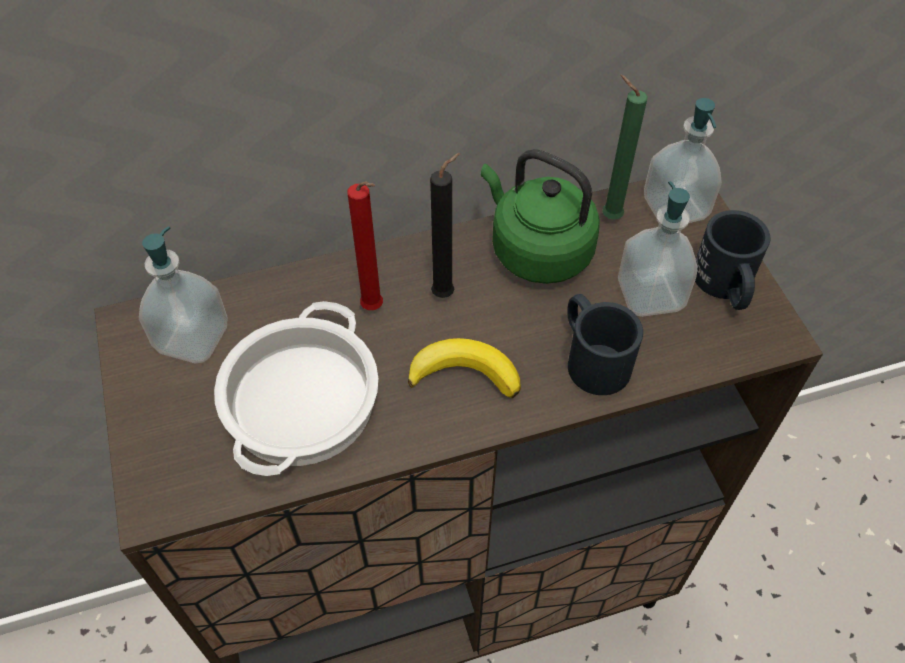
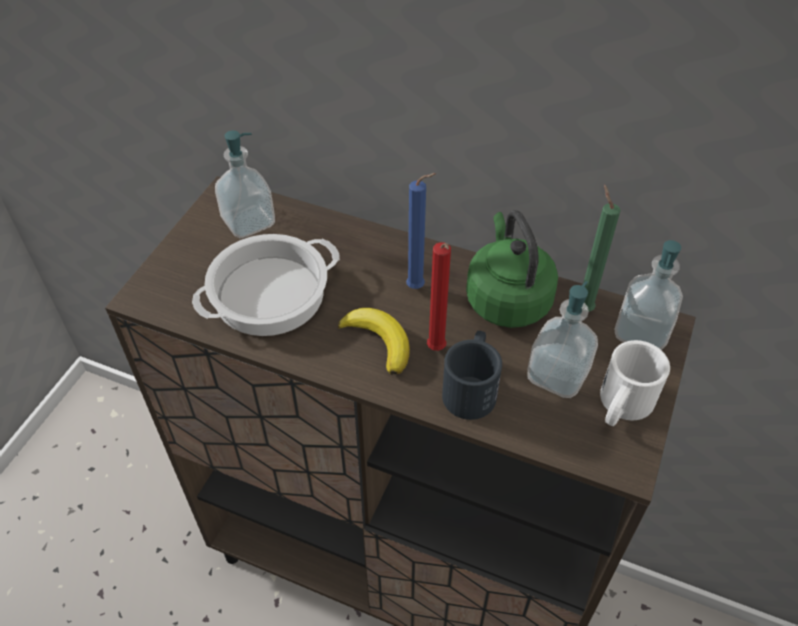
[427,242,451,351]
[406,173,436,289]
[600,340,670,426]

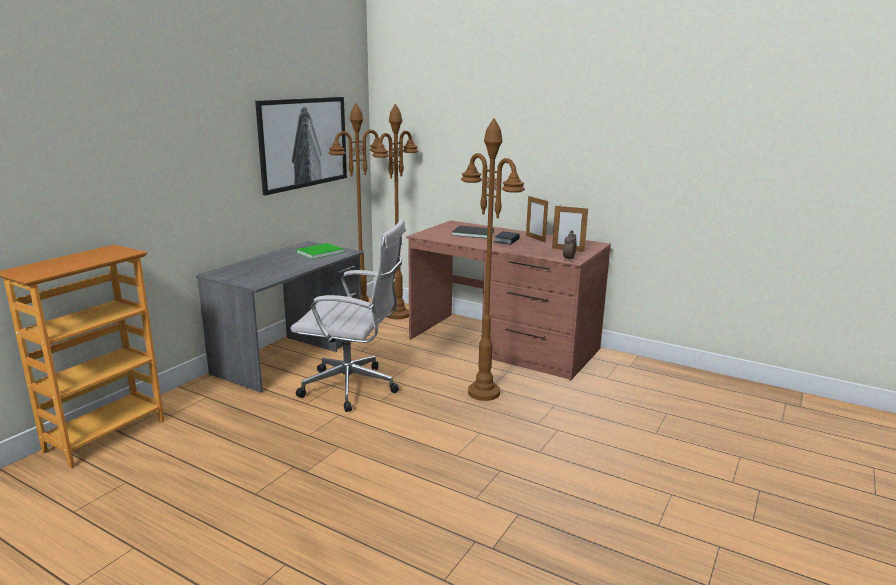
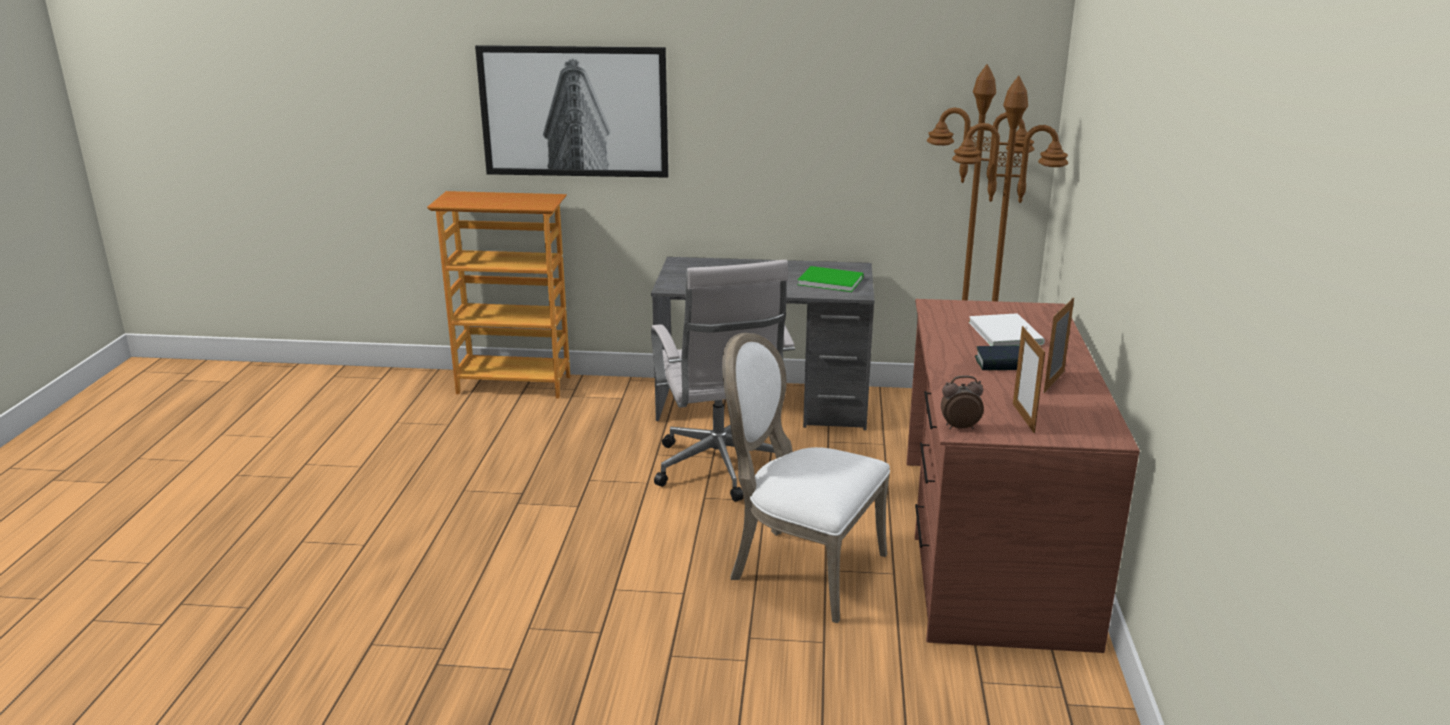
[475,45,668,178]
[969,313,1045,346]
[722,333,890,623]

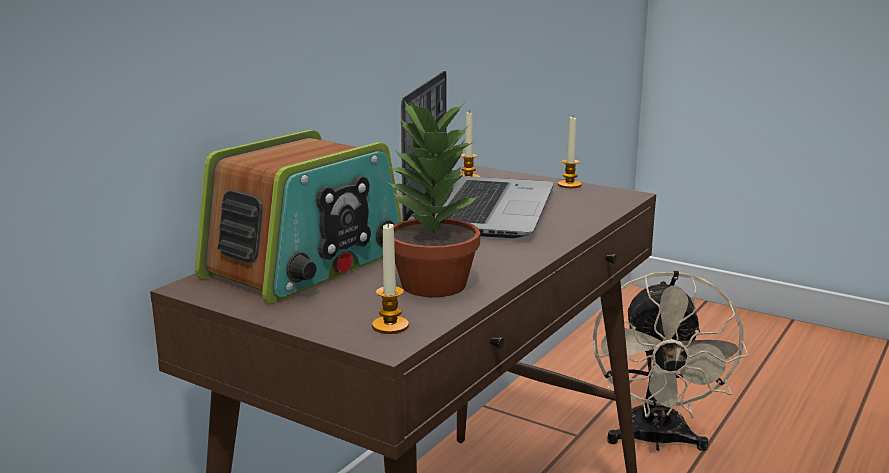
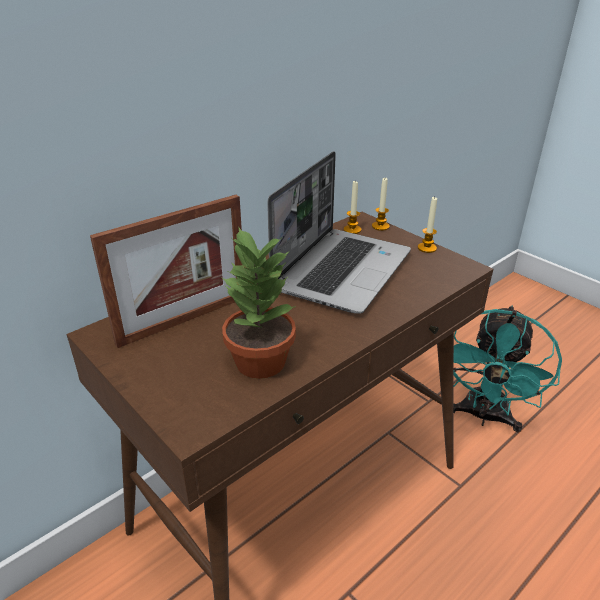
[90,195,242,348]
[372,178,390,231]
[454,305,562,432]

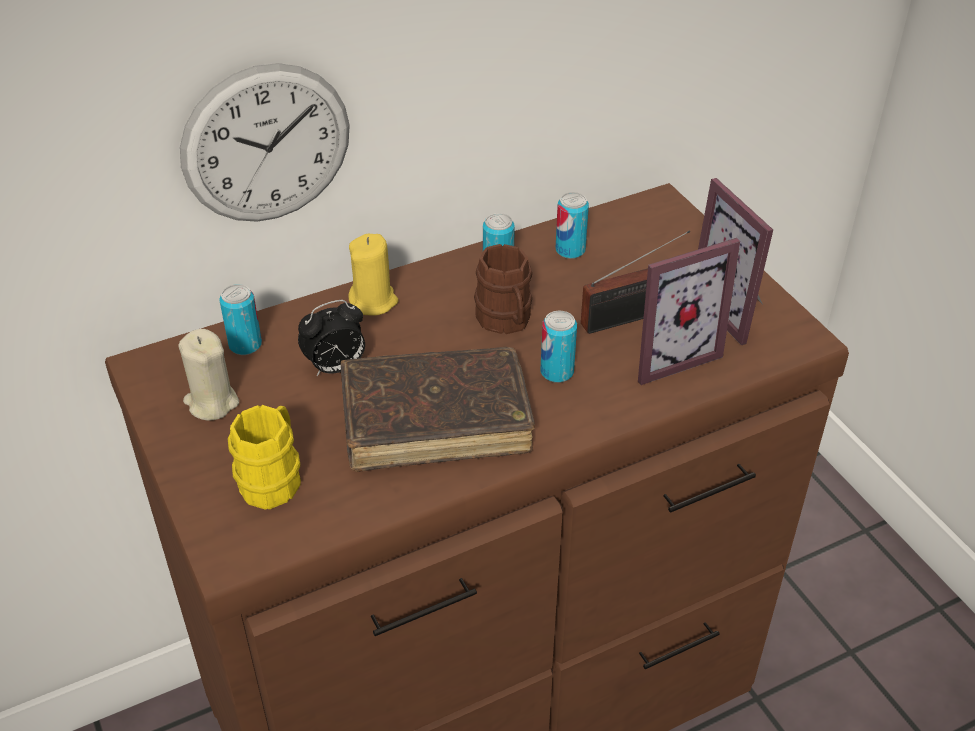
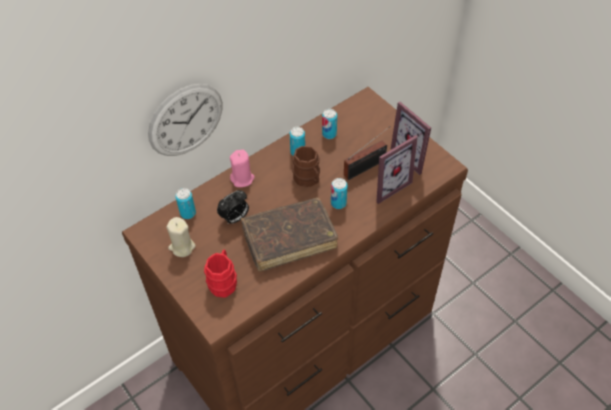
[204,250,237,298]
[230,149,255,187]

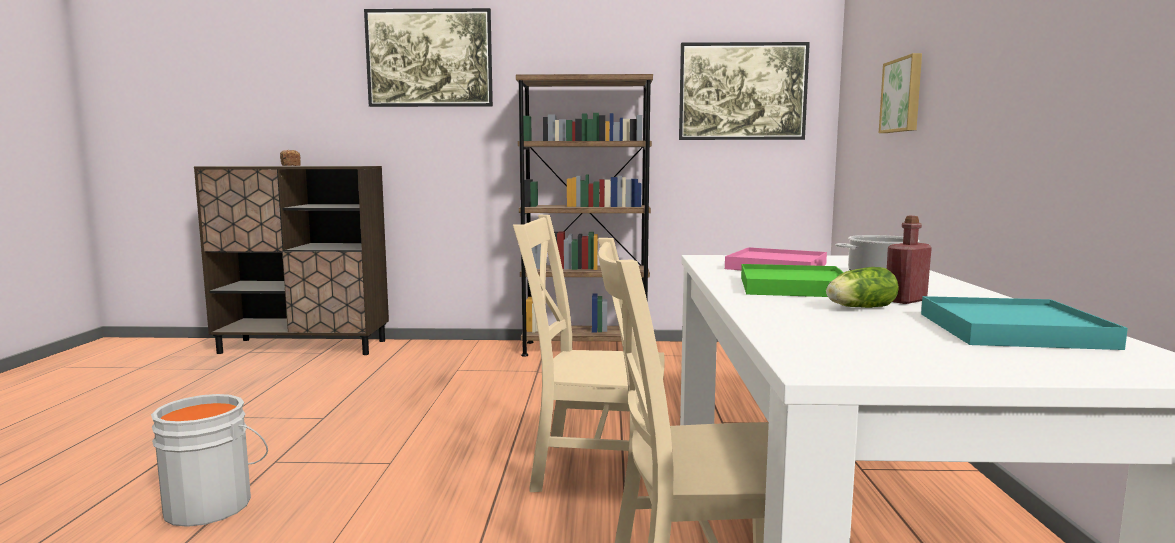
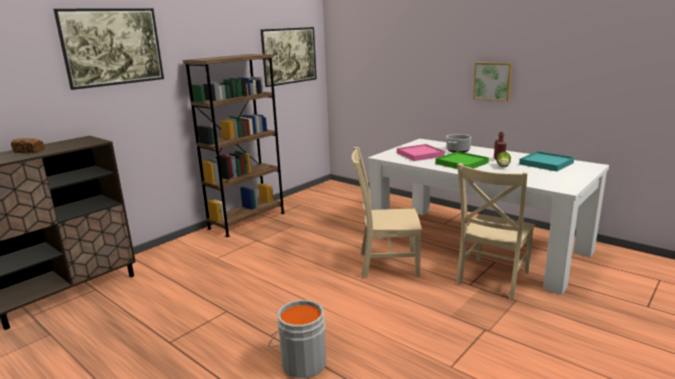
[351,147,422,278]
[473,62,513,102]

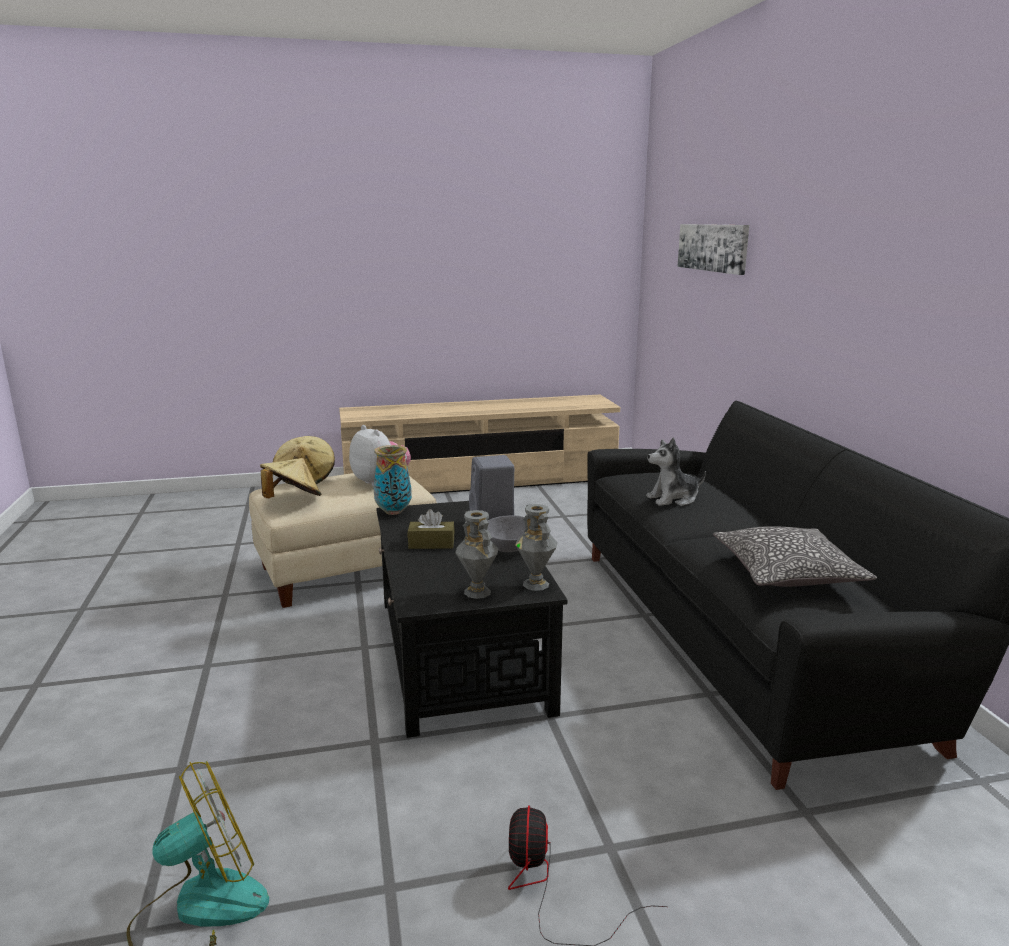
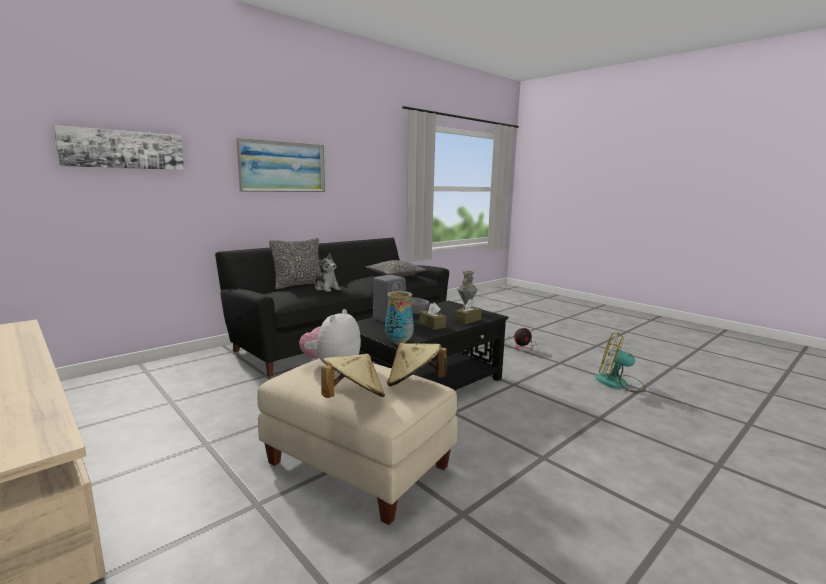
[515,504,558,591] (first image)
[236,138,325,192]
[269,238,322,289]
[455,299,482,325]

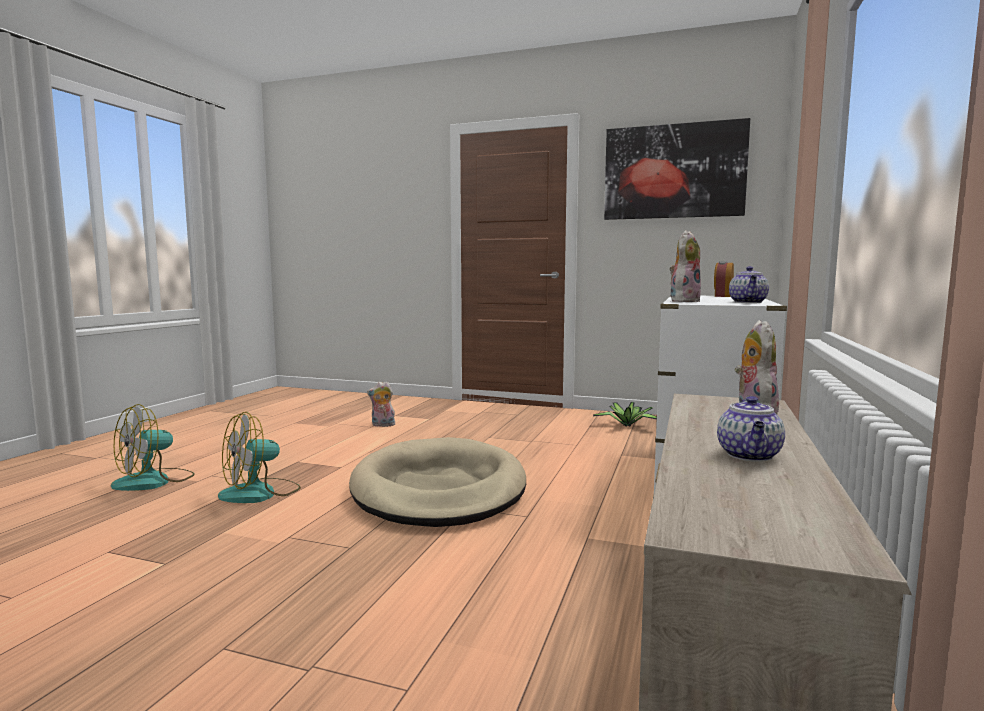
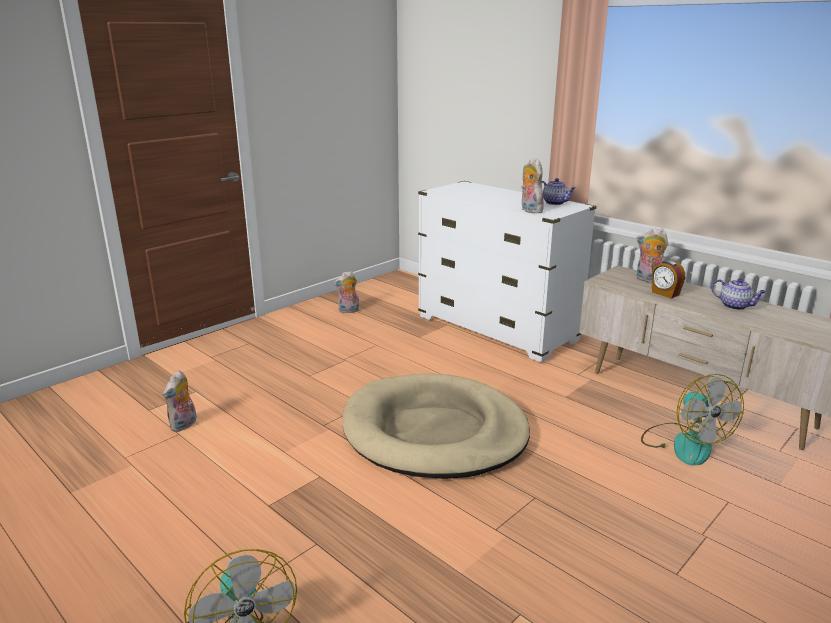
[641,374,744,466]
[334,271,360,313]
[604,118,750,220] (first image)
[651,260,685,298]

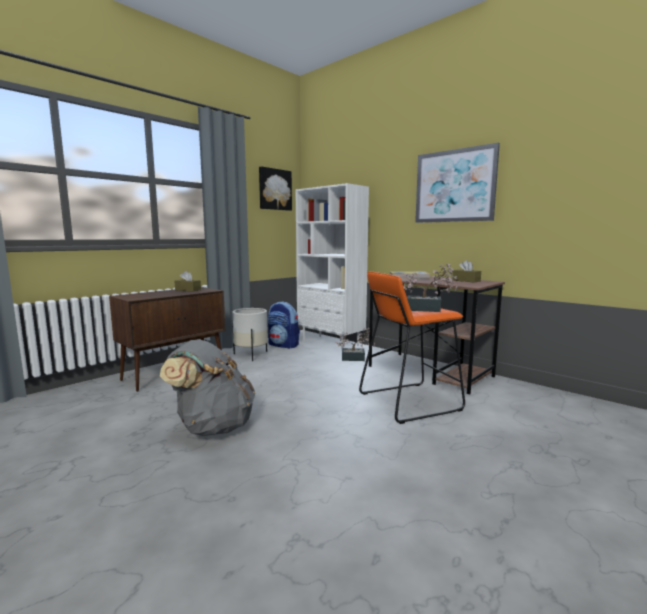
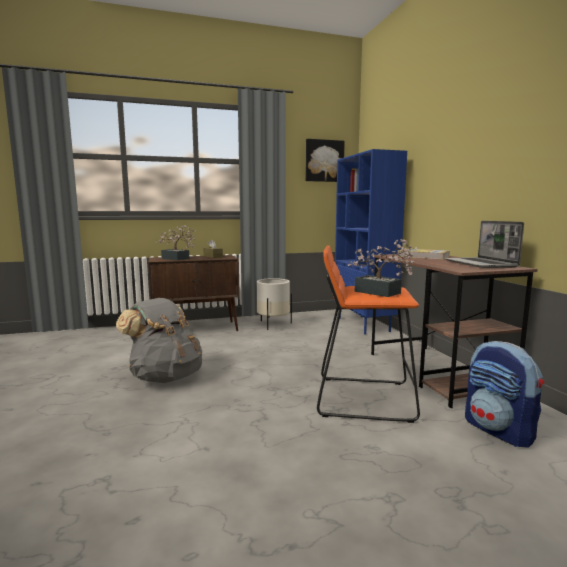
[465,341,544,448]
[334,149,407,334]
[157,226,196,260]
[415,143,500,223] (first image)
[445,221,524,268]

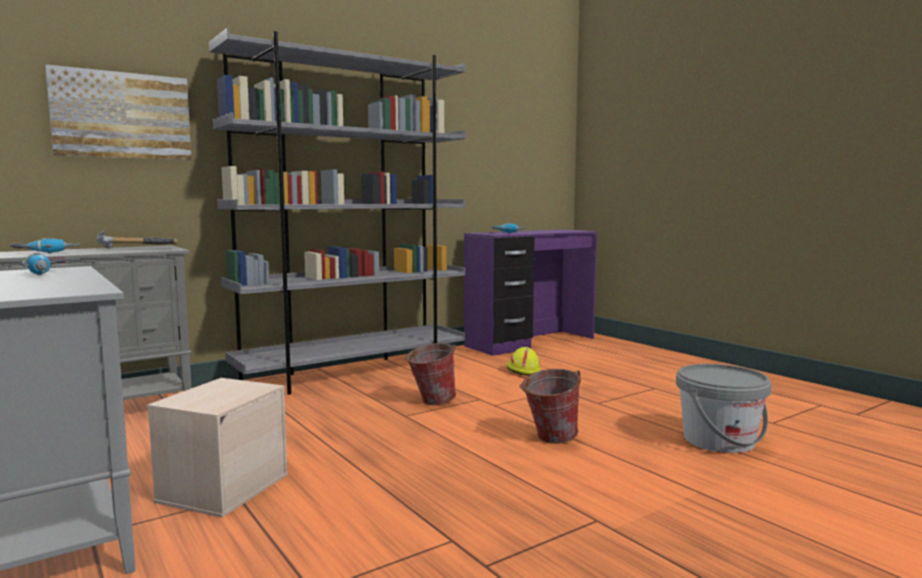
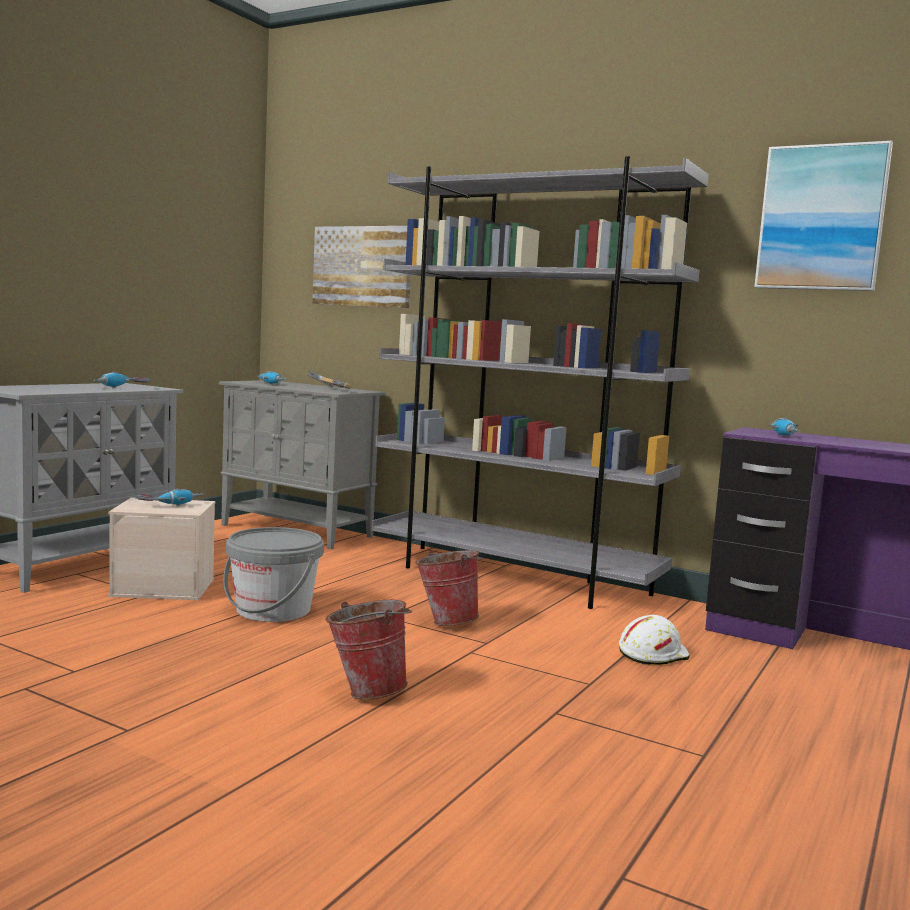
[619,615,690,665]
[223,527,324,622]
[135,488,203,506]
[754,141,893,291]

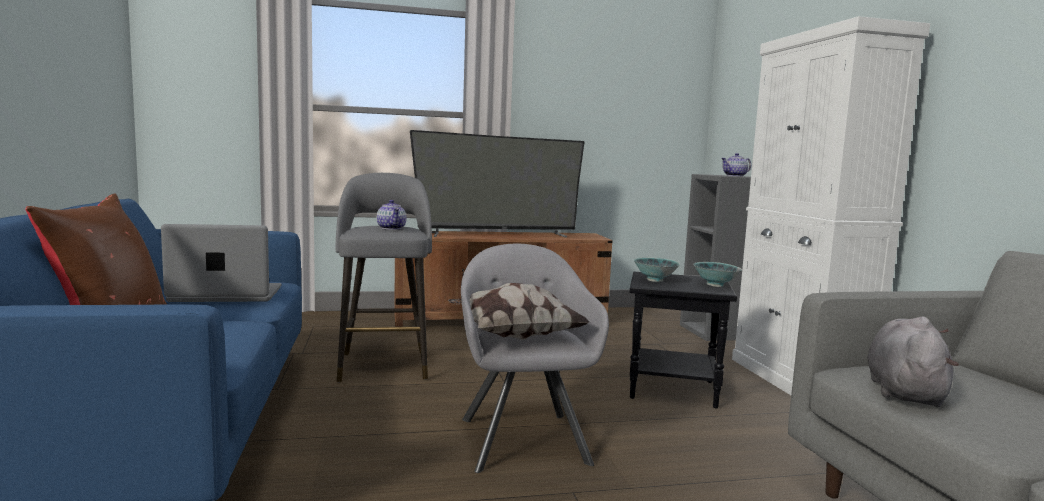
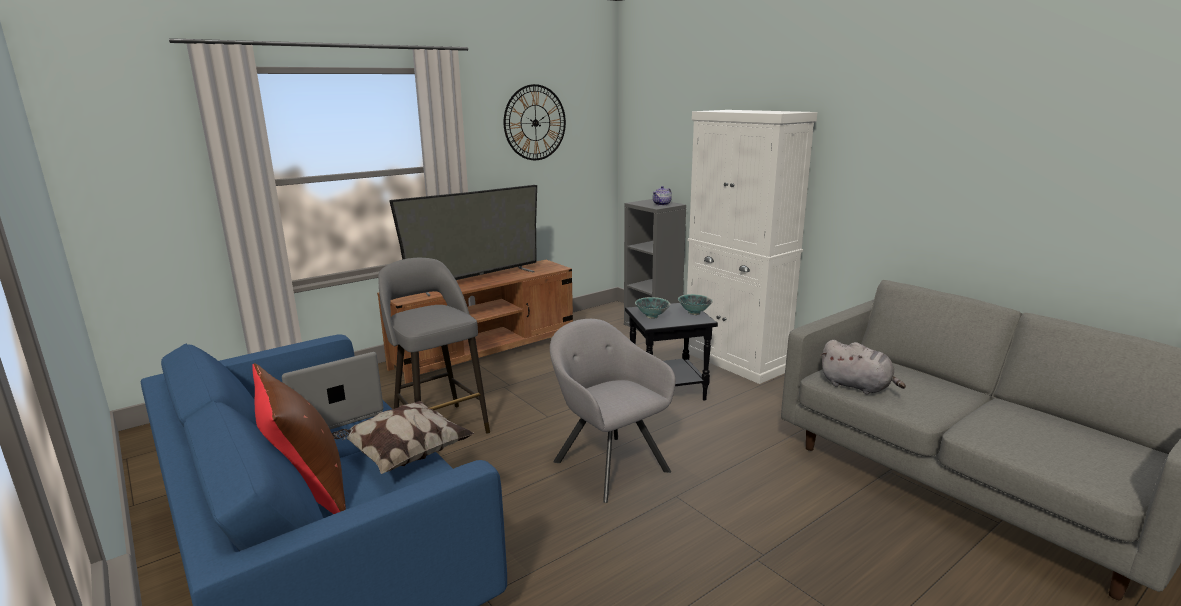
[377,200,407,230] (first image)
[332,401,474,474]
[820,340,906,394]
[504,84,566,160]

